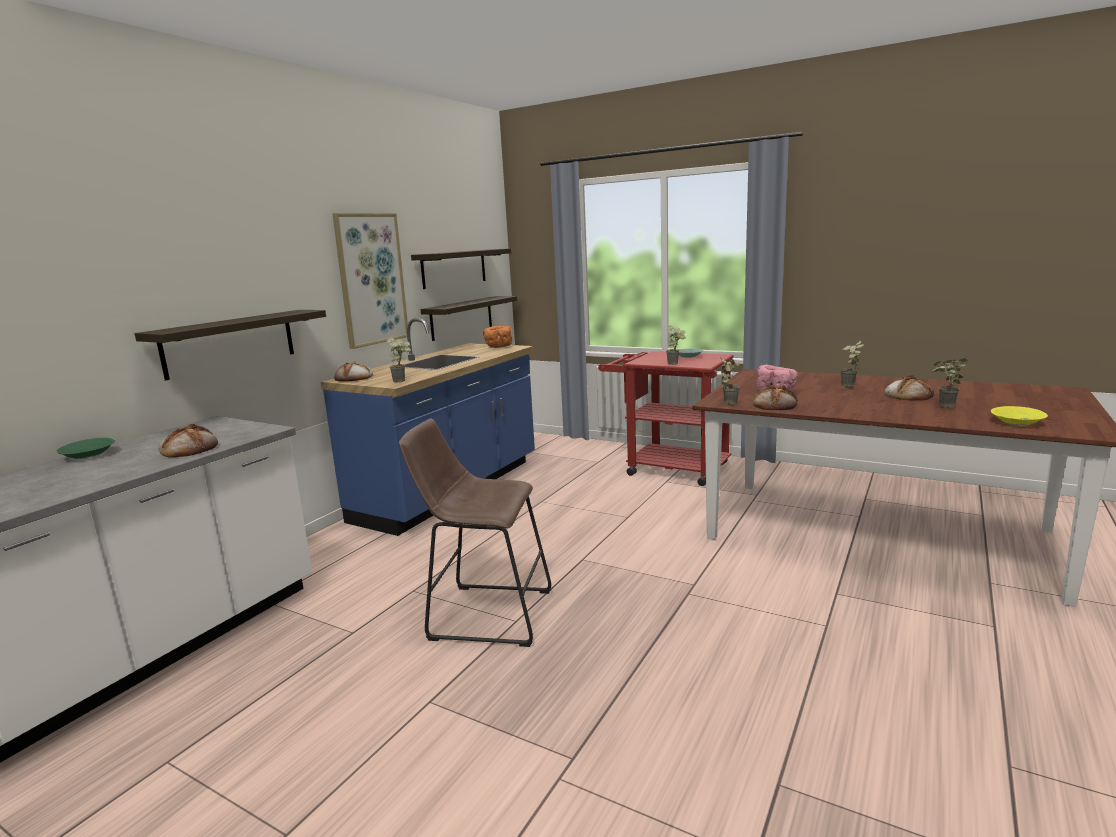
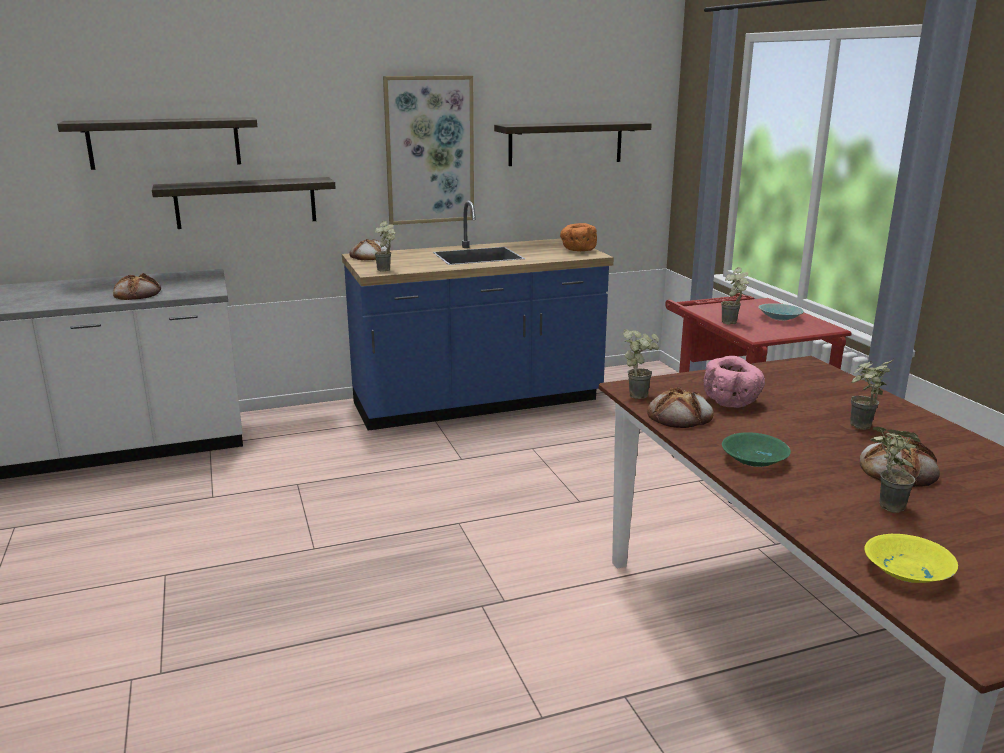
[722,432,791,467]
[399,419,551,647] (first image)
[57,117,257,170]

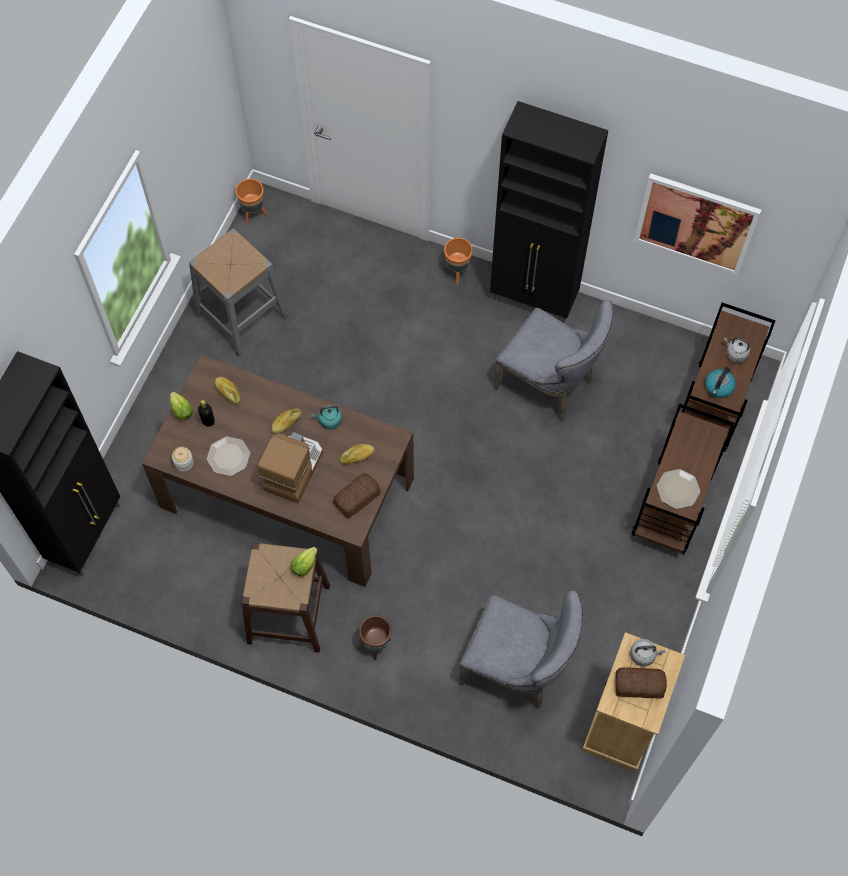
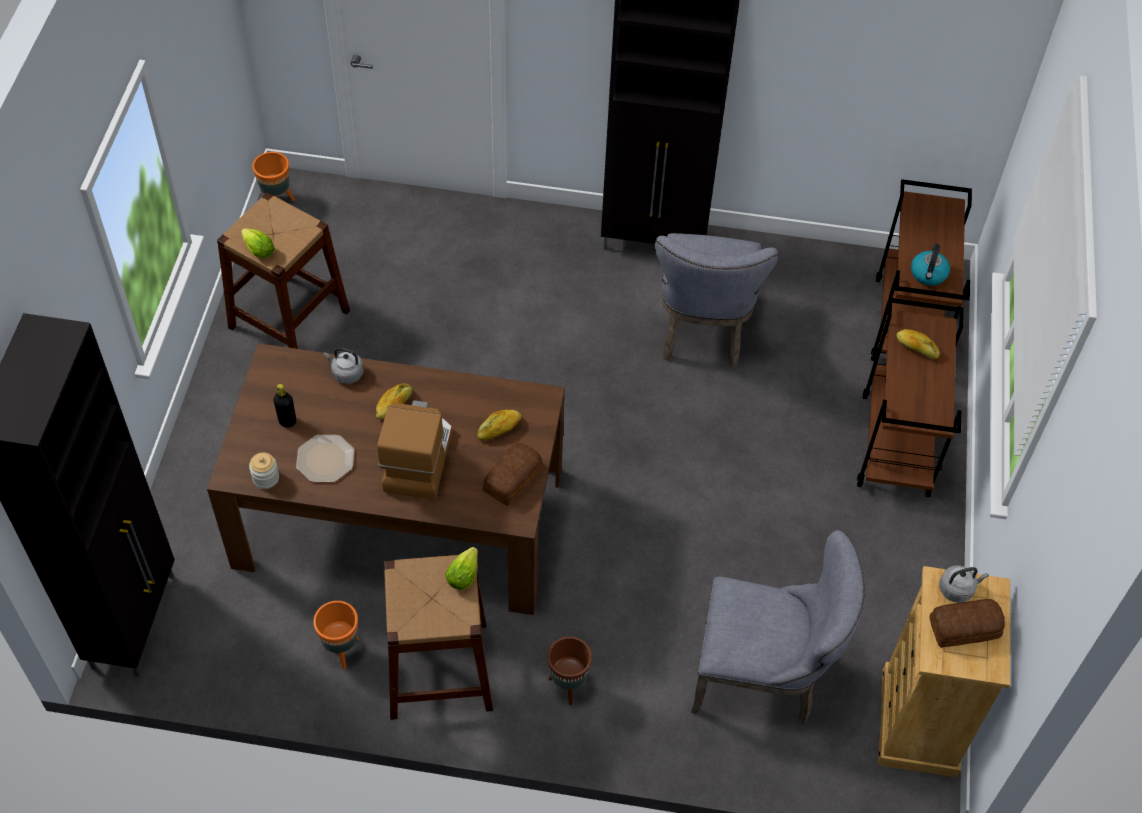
[241,228,275,258]
[217,193,350,349]
[896,329,940,359]
[311,405,342,430] (first image)
[313,601,359,669]
[655,233,779,368]
[634,173,761,275] (first image)
[657,469,700,509] (first image)
[324,347,364,384]

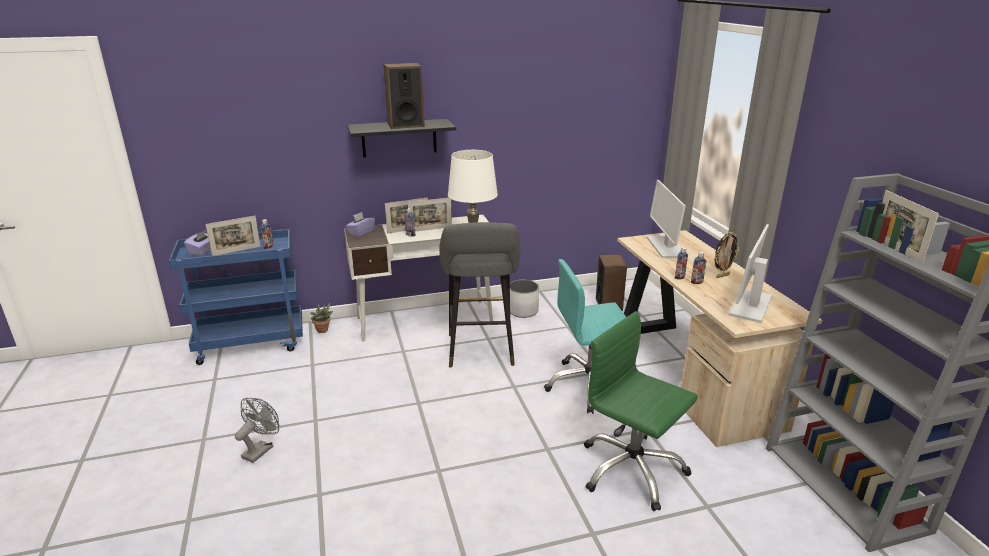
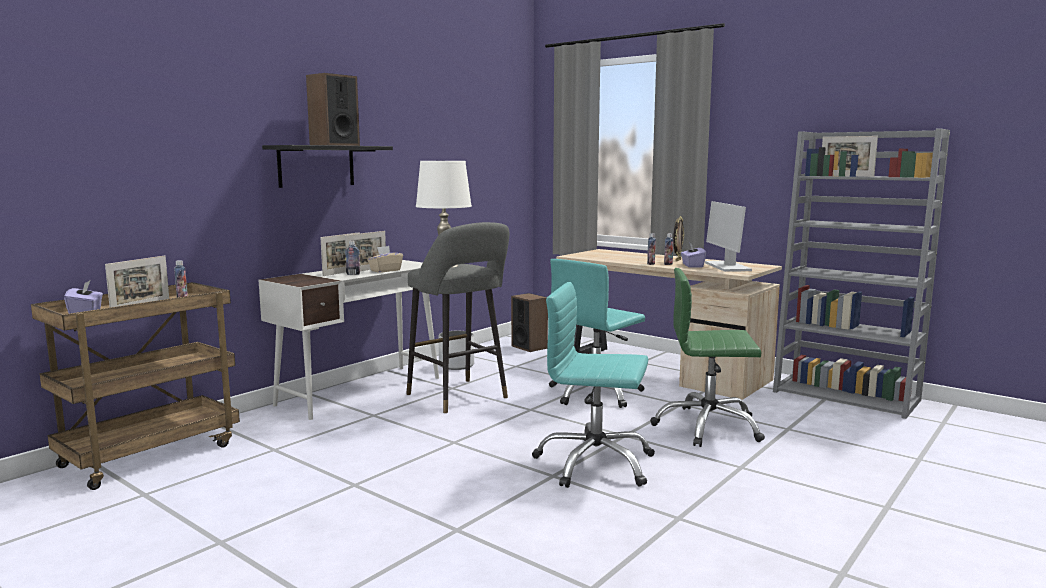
[31,282,240,490]
[235,398,279,463] (first image)
[310,303,333,333] (first image)
[681,242,706,267]
[647,180,686,258] (first image)
[367,246,403,273]
[532,282,655,488]

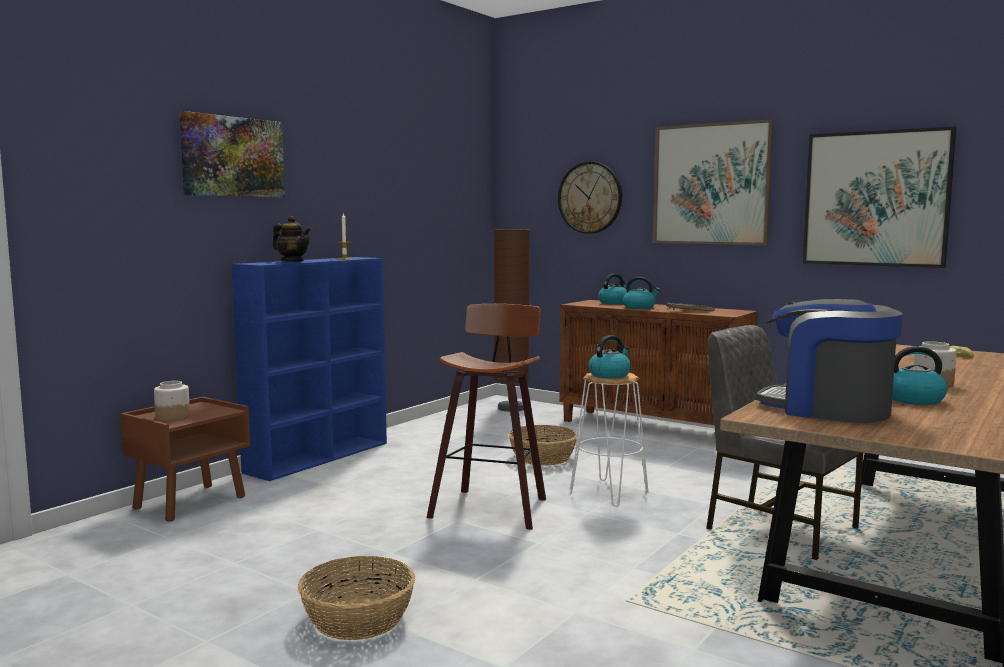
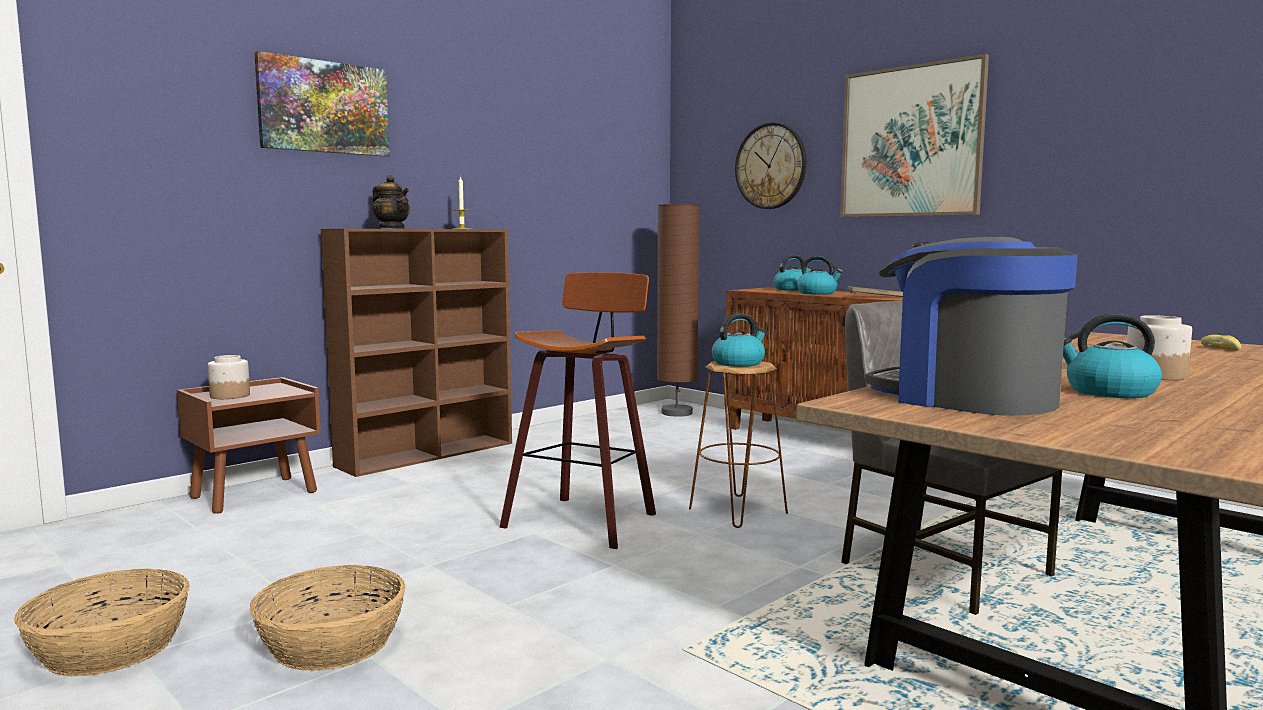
[321,229,512,477]
[14,568,190,676]
[689,361,788,528]
[803,127,956,268] (first image)

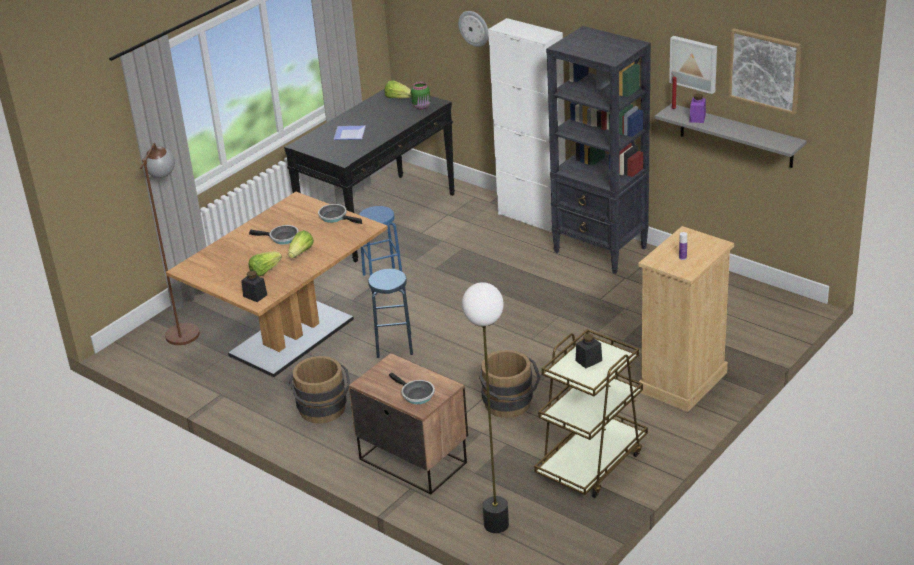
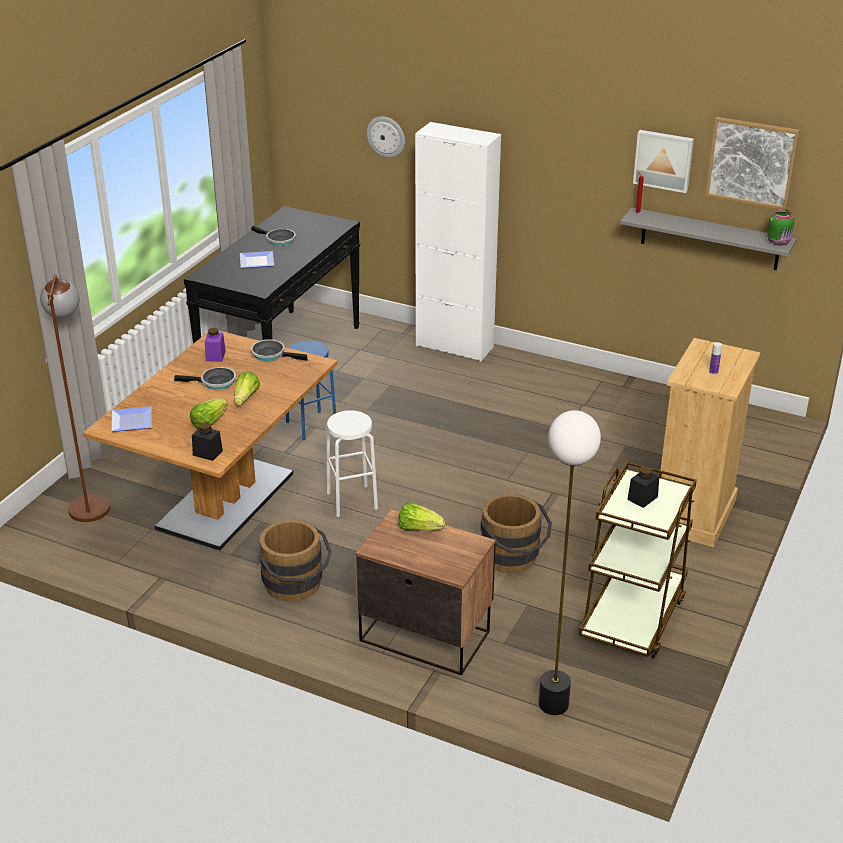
[326,410,378,517]
[398,502,445,531]
[251,226,296,246]
[767,209,794,245]
[546,26,651,274] (first image)
[205,328,226,362]
[111,406,152,432]

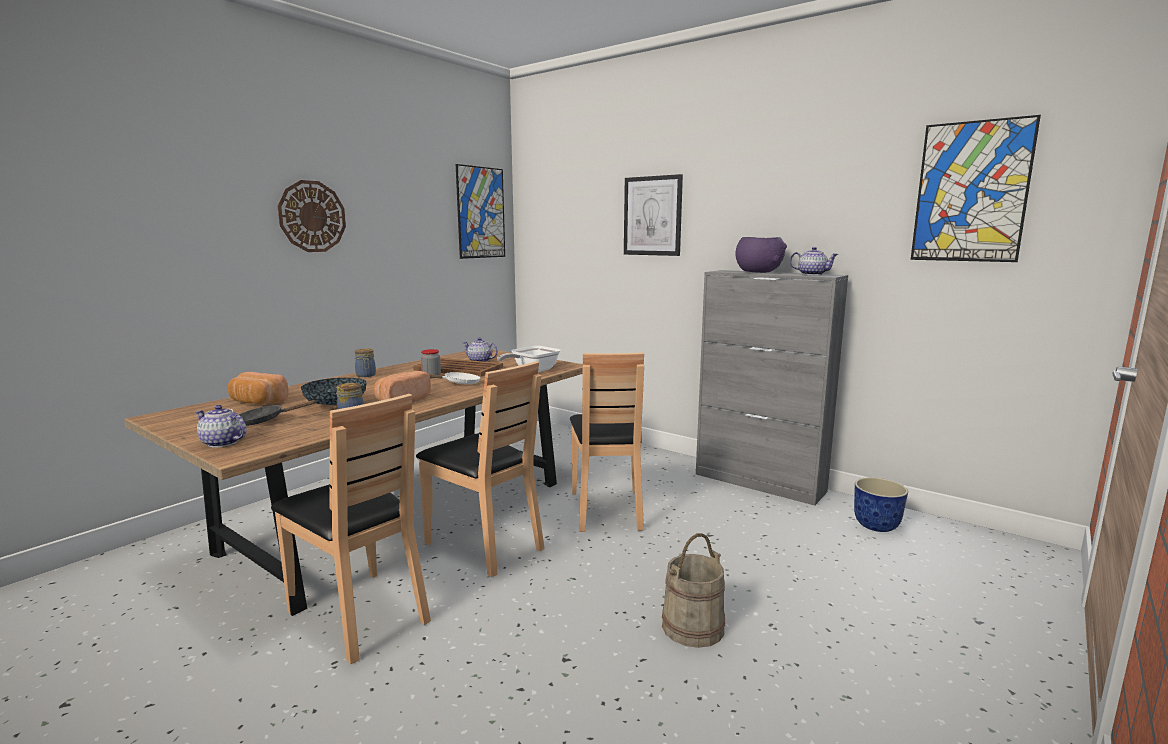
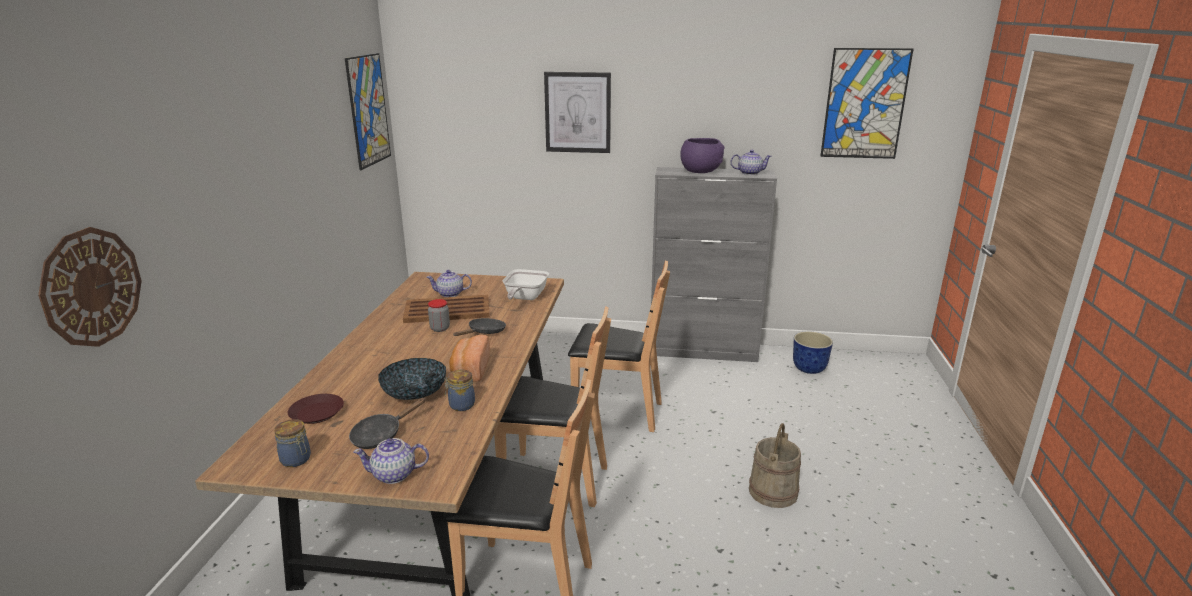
[288,394,344,424]
[38,227,142,347]
[274,419,311,467]
[453,318,506,336]
[568,261,670,432]

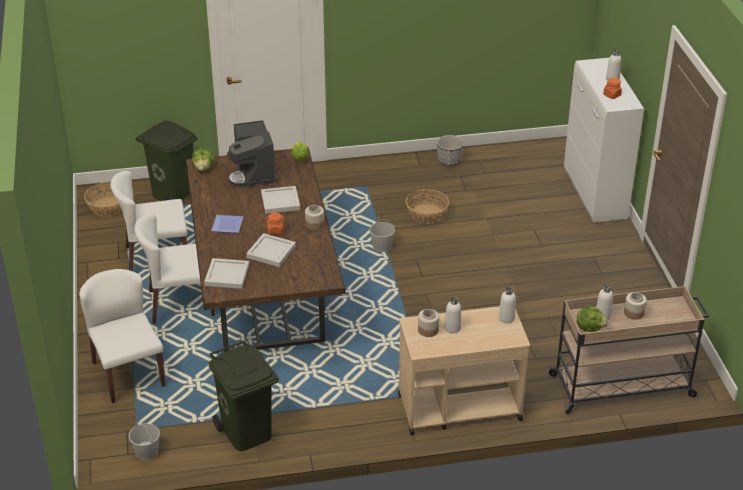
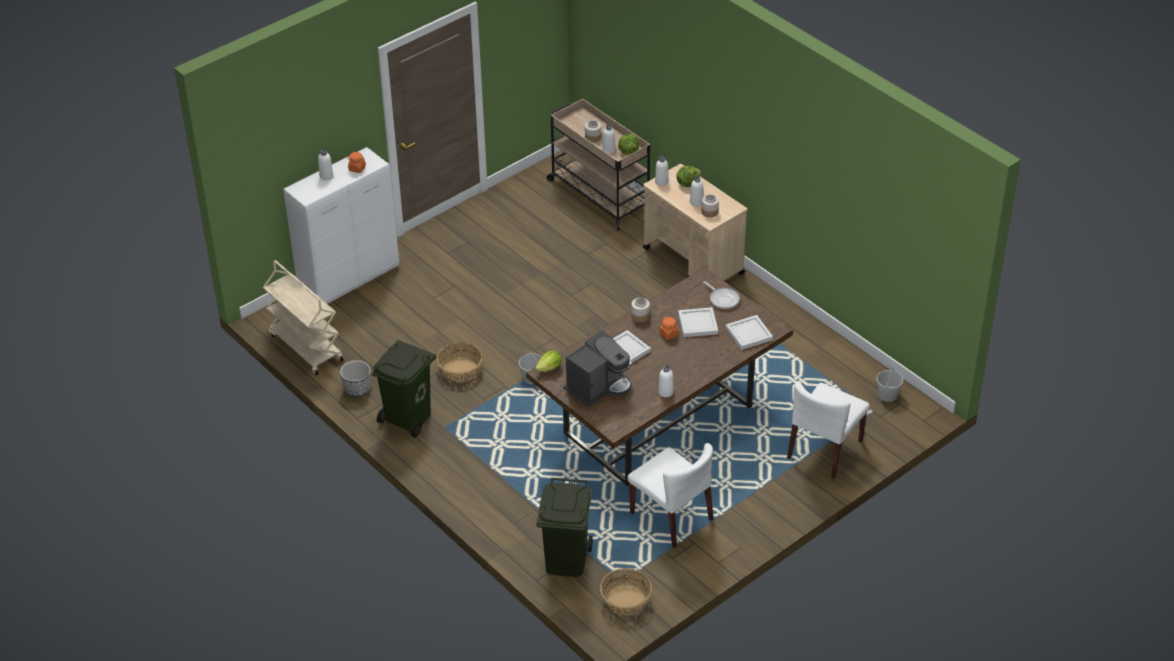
[134,213,215,324] (first image)
[676,166,701,187]
[372,340,436,437]
[211,215,243,233] (first image)
[263,260,344,375]
[658,365,673,397]
[703,281,740,309]

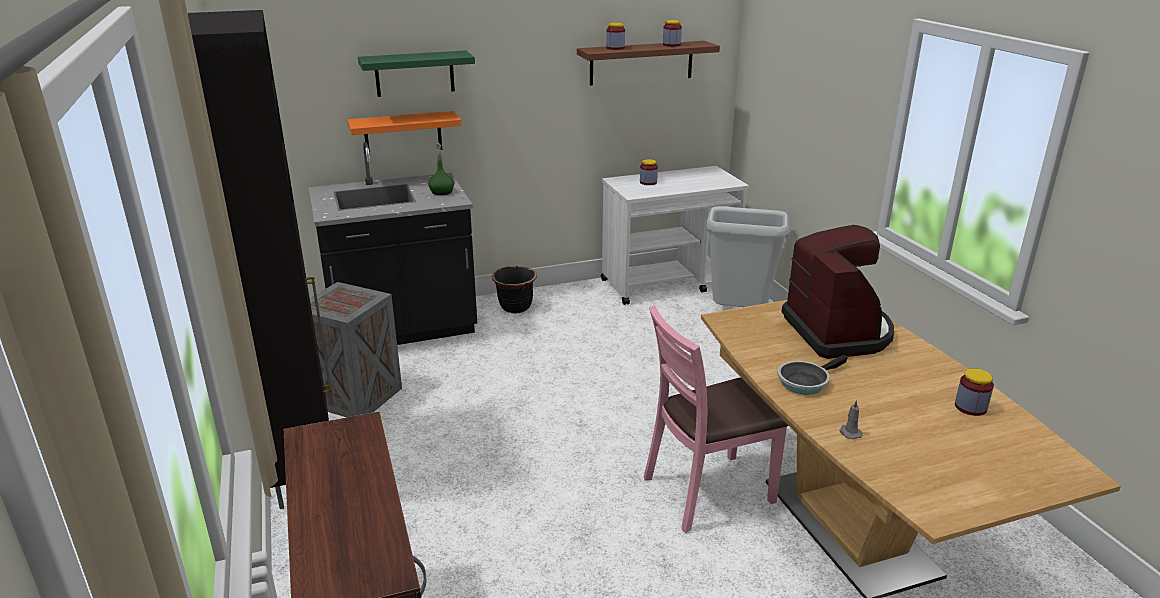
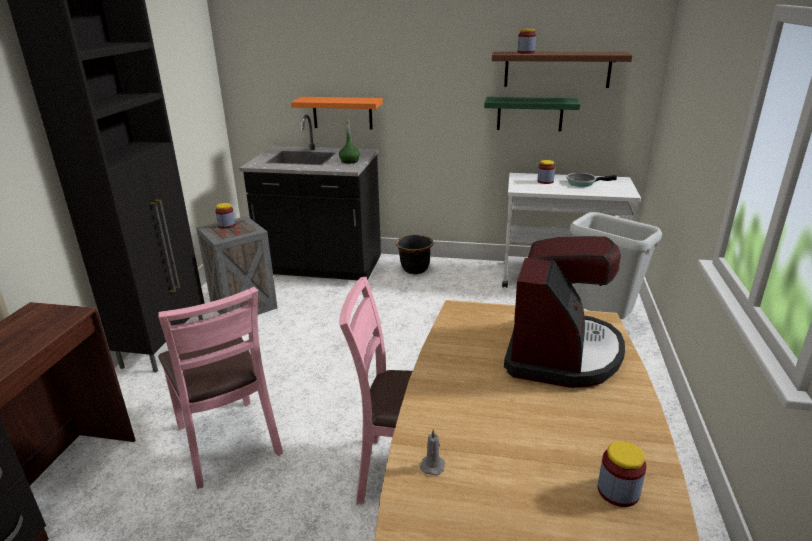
[484,97,580,132]
[215,203,235,229]
[567,173,617,187]
[158,287,283,489]

